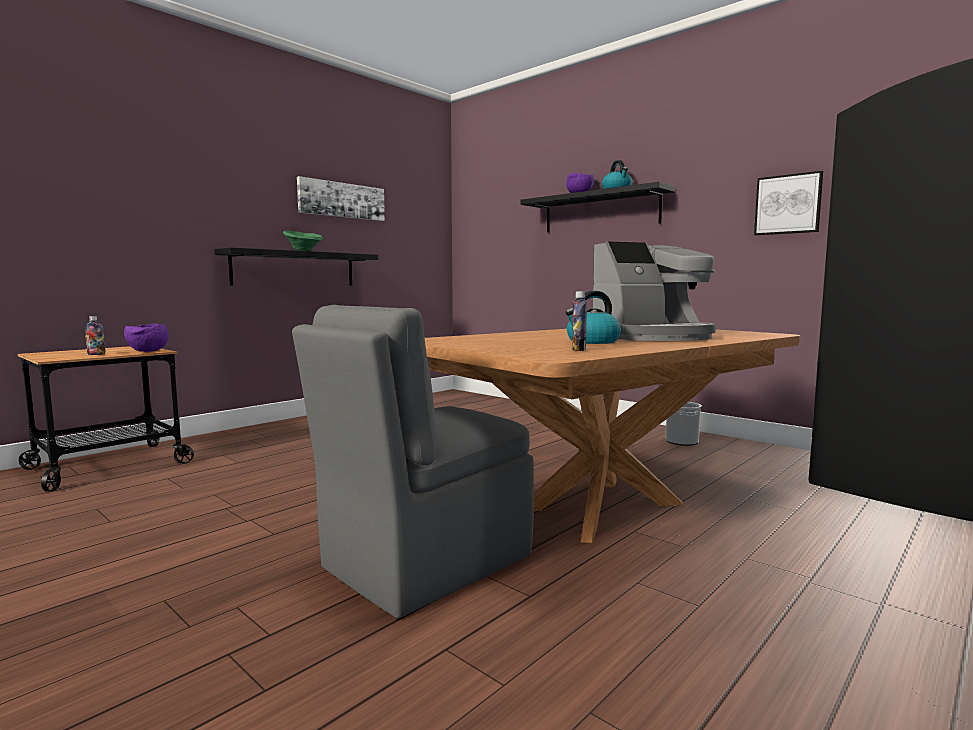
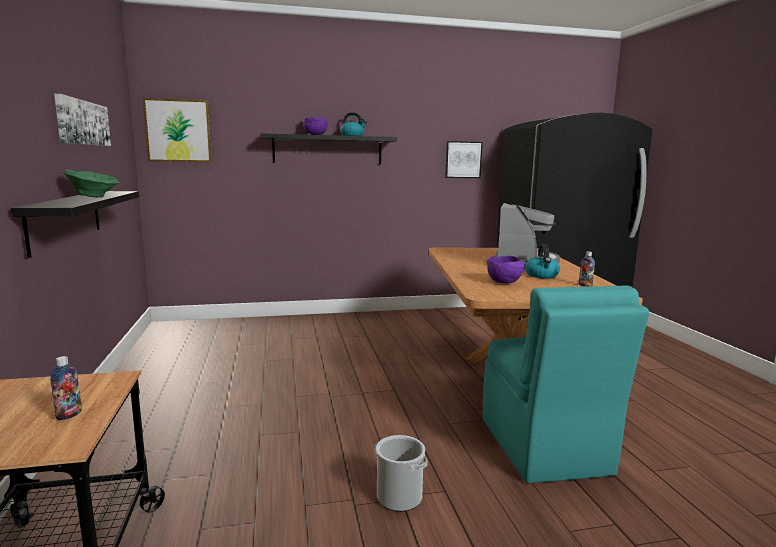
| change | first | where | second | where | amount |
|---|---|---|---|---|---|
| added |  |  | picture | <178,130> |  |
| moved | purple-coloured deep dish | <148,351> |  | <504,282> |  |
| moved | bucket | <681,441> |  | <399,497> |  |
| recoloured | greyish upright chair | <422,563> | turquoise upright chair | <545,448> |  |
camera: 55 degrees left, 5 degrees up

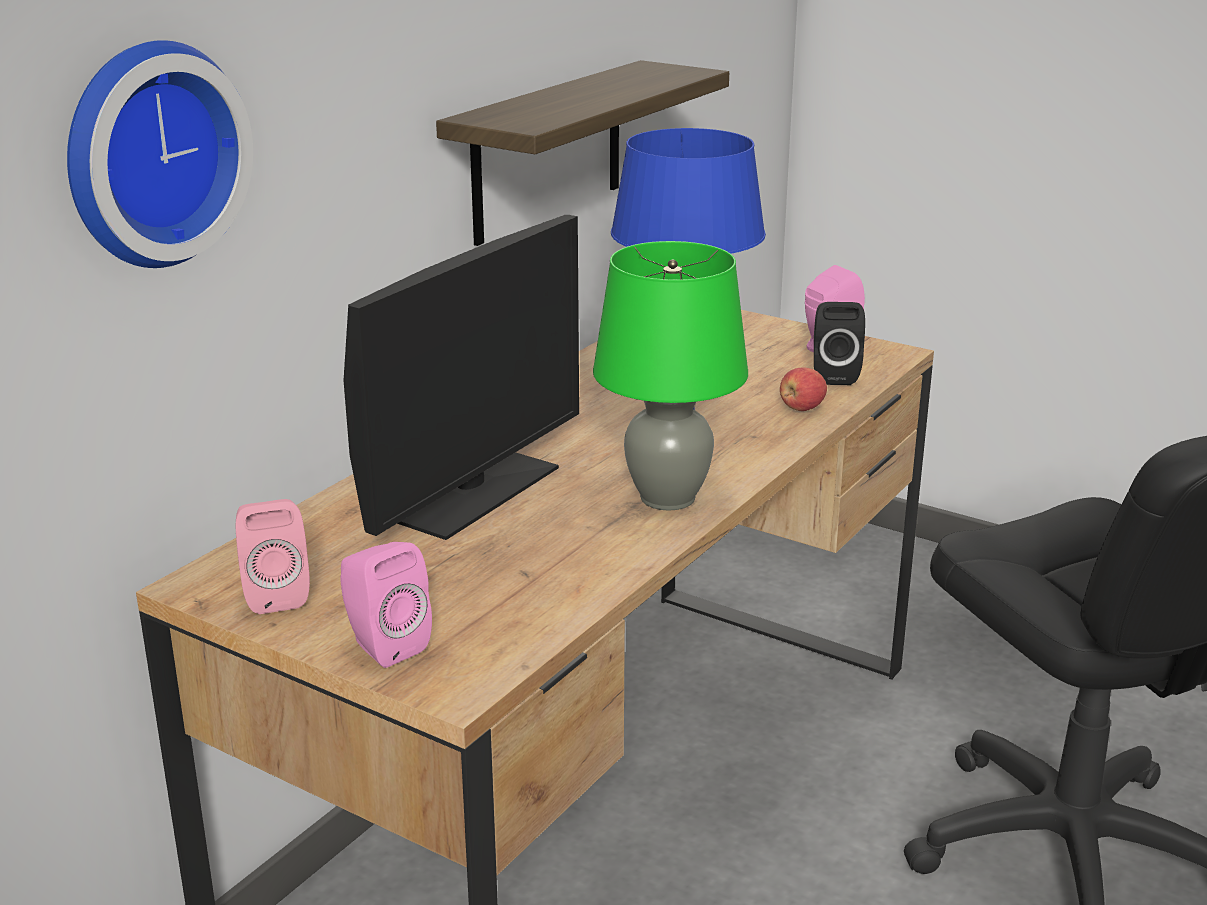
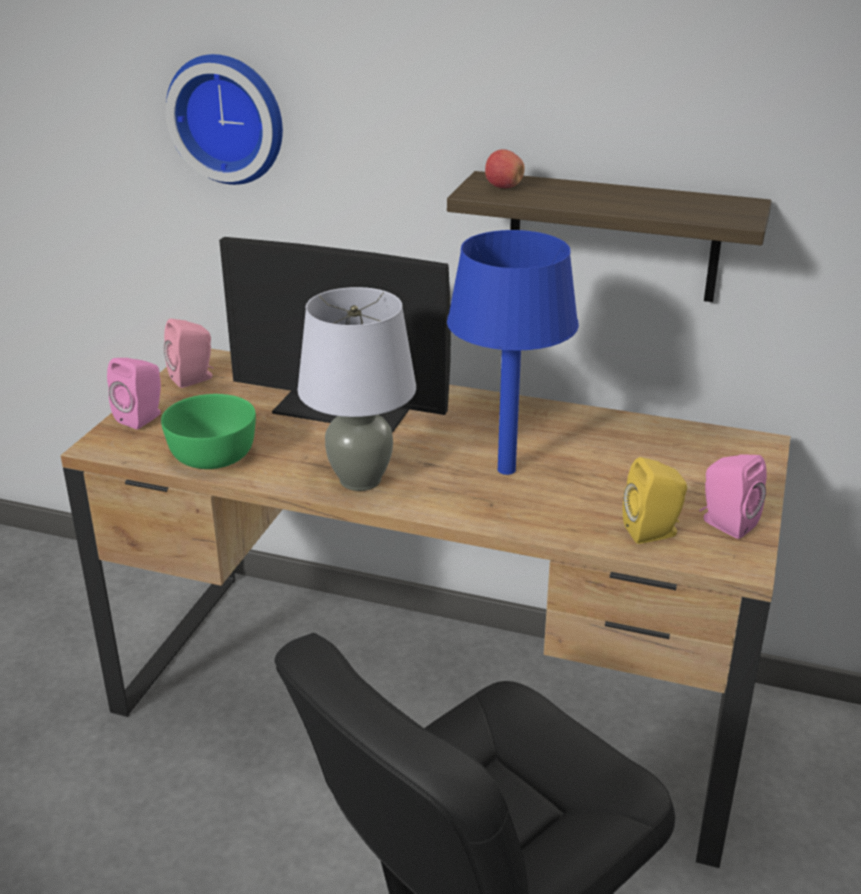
| change | first | where | second | where | amount |
|---|---|---|---|---|---|
| added |  |  | greenish deep dish | <214,455> |  |
| moved | apple fruit | <801,408> |  | <503,187> |  |
| recoloured | greenish table lamp | <668,498> | greyish table lamp | <361,480> |  |
| recoloured | black speaker | <833,375> | yellow-coloured speaker | <654,532> |  |
camera: 75 degrees right, 5 degrees up

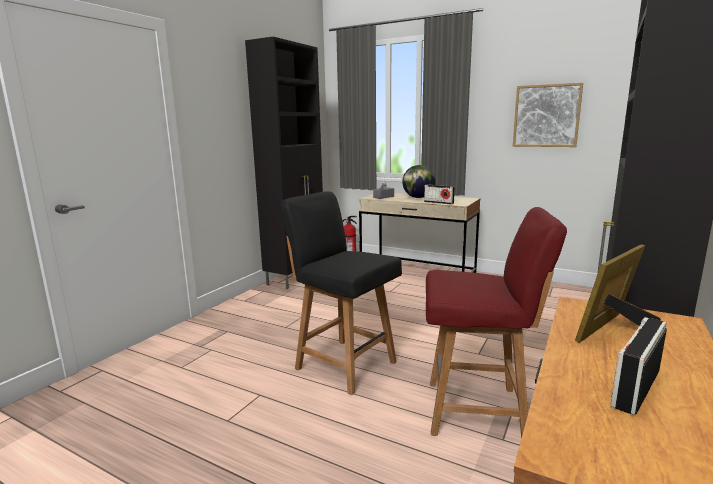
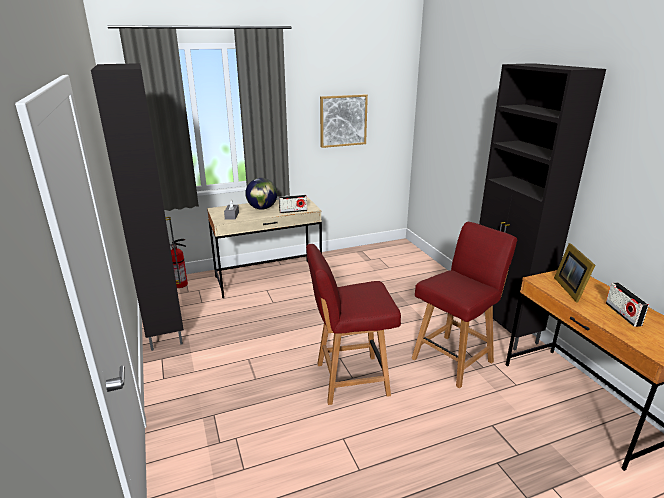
| change | first | where | second | where | amount |
|---|---|---|---|---|---|
| recoloured | black upright chair | <344,364> | reddish upright chair | <350,379> |  |
camera: 50 degrees left, 10 degrees up

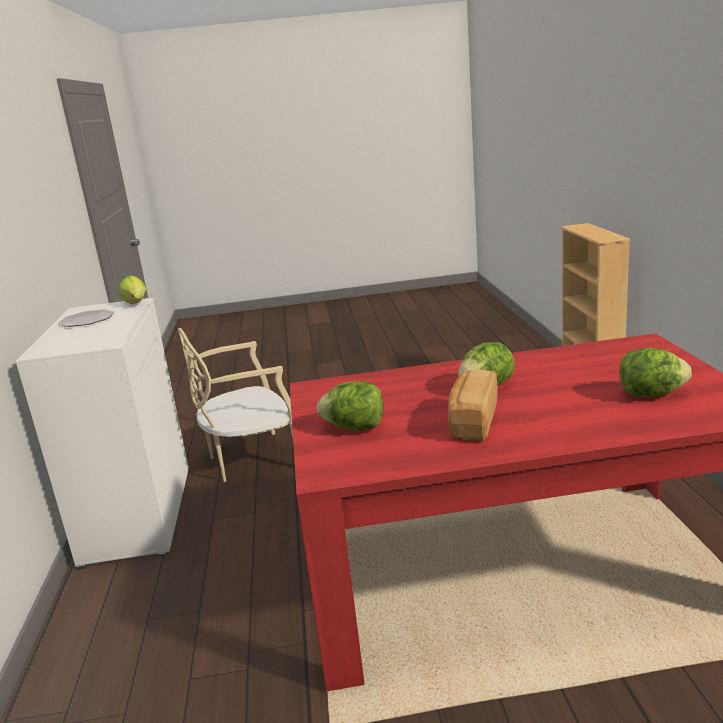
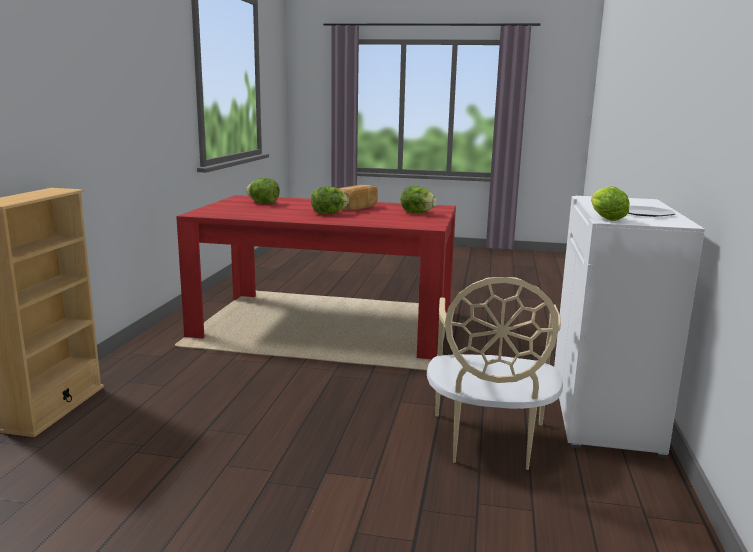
| change | first | where | second | where | amount |
|---|---|---|---|---|---|
| turned | sand-coloured upright chair | <251,459> |  | <488,441> | 105 degrees clockwise |
camera: 165 degrees left, 5 degrees down

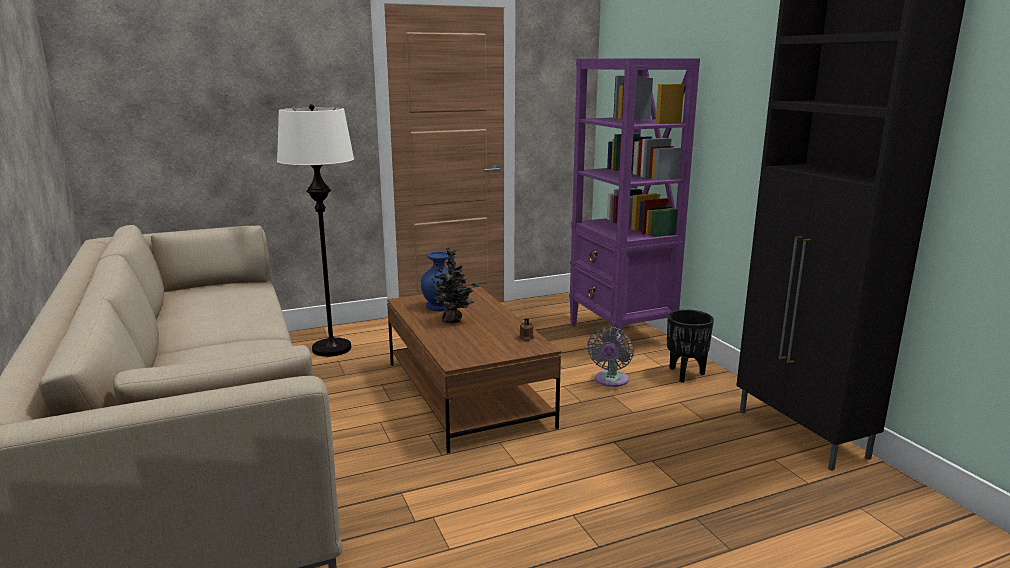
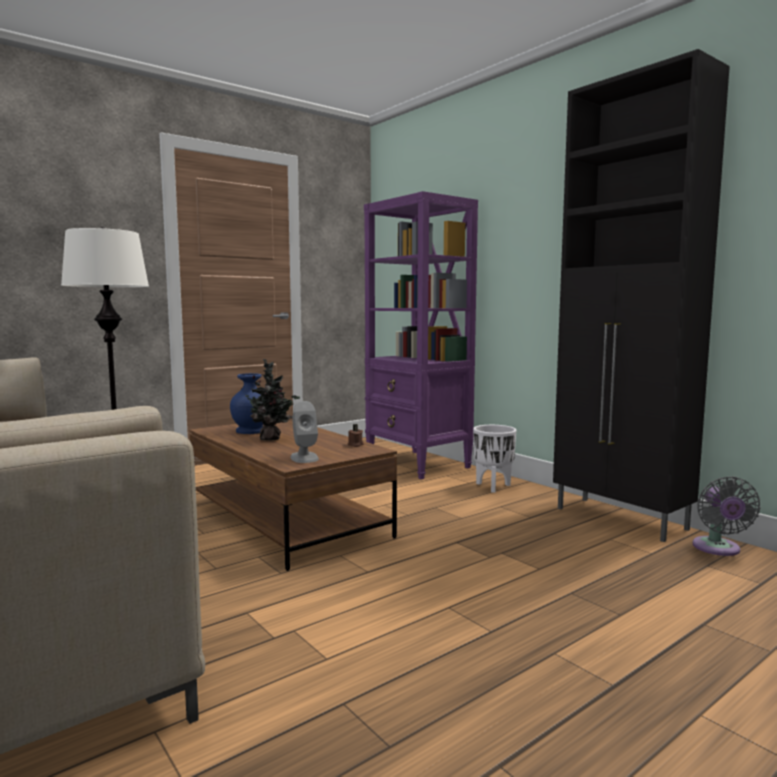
| change | first | where | second | where | amount |
|---|---|---|---|---|---|
| added |  |  | greyish speaker | <304,457> |  |
| moved | greyish cooling fan | <610,381> |  | <718,549> |  |
| recoloured | black plant pot | <685,374> | white-coloured plant pot | <493,487> |  |
camera: 15 degrees left, 10 degrees down

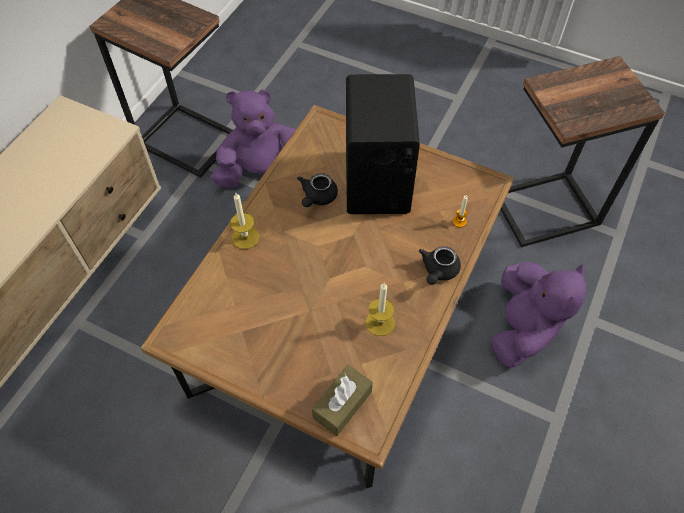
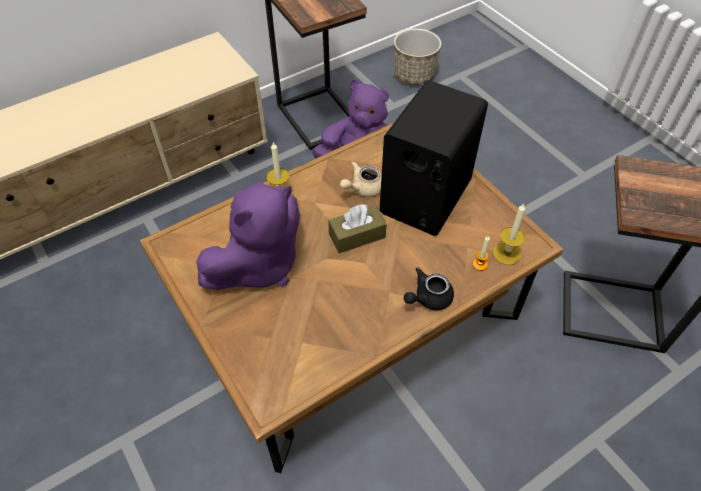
| change | first | where | second | where | amount |
|---|---|---|---|---|---|
| added |  |  | plant pot | <414,75> |  |
| moved | brown tissue box | <342,404> |  | <357,236> |  |
| moved | wax light | <380,322> |  | <506,253> |  |
| moved | purple-coloured cuddly toy | <522,328> |  | <259,264> |  |
| recoloured | black pot for tea | <317,198> | sand-coloured pot for tea | <363,188> |  |
camera: 30 degrees right, 5 degrees down

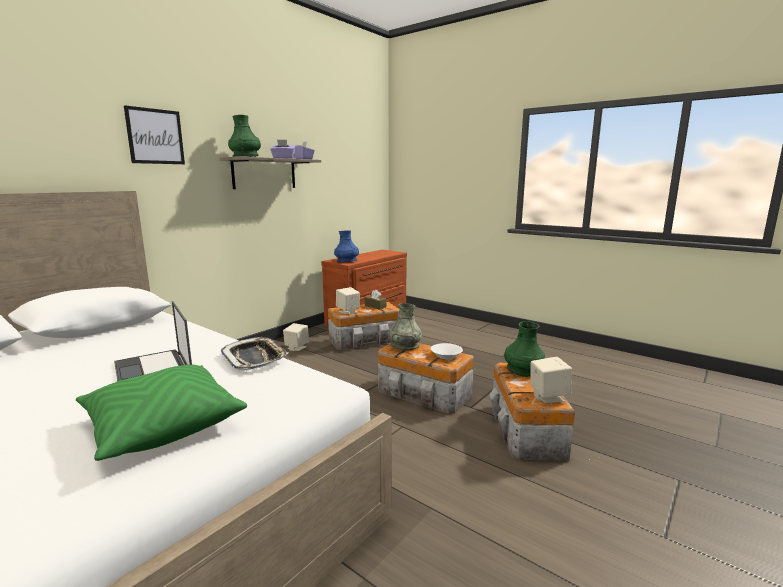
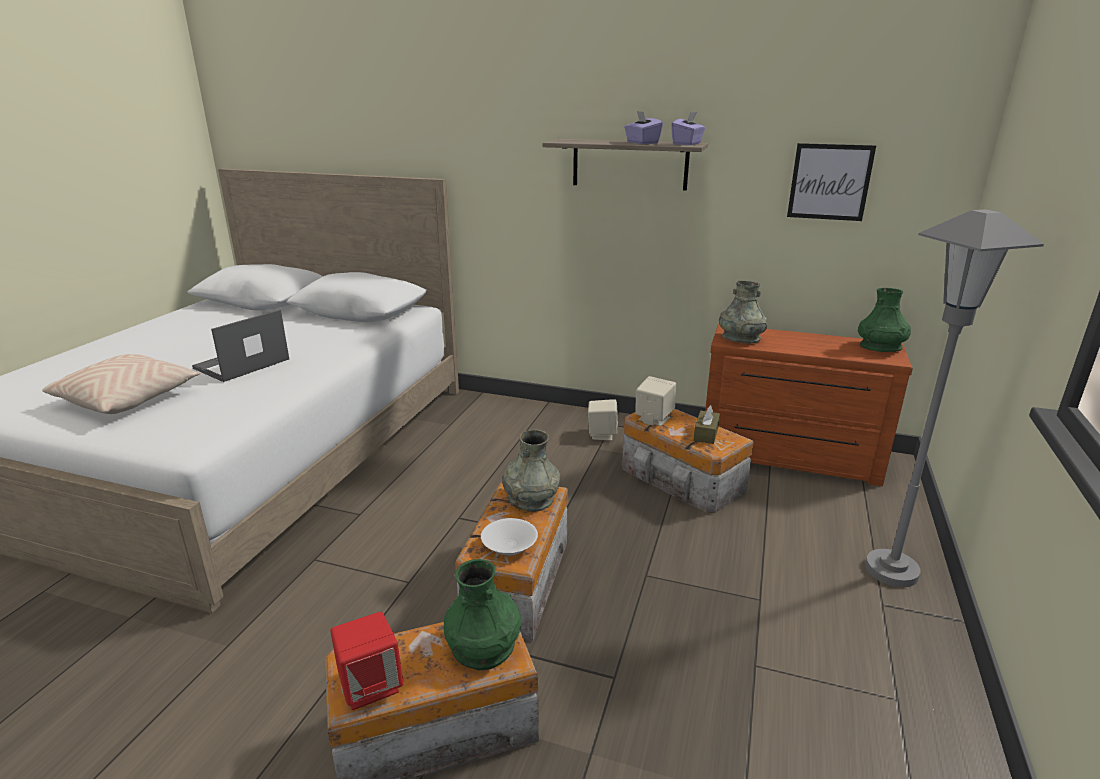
| change | first | where | second | where | amount |
|---|---|---|---|---|---|
| removed | tray | <255,358> |  |  |  |
| added |  |  | greyish standard lamp | <891,570> |  |
| moved | picture | <155,136> |  | <829,182> |  |
| moved | greenish flower vase | <245,157> |  | <880,347> |  |
| recoloured | greenish throw pillow | <162,425> | sand-coloured throw pillow | <129,399> |  |
| recoloured | blue-coloured flower vase | <347,261> | greyish flower vase | <740,338> |  |
| recoloured | sand-coloured speaker | <548,396> | reddish speaker | <371,685> |  |
camera: 70 degrees right, 10 degrees up

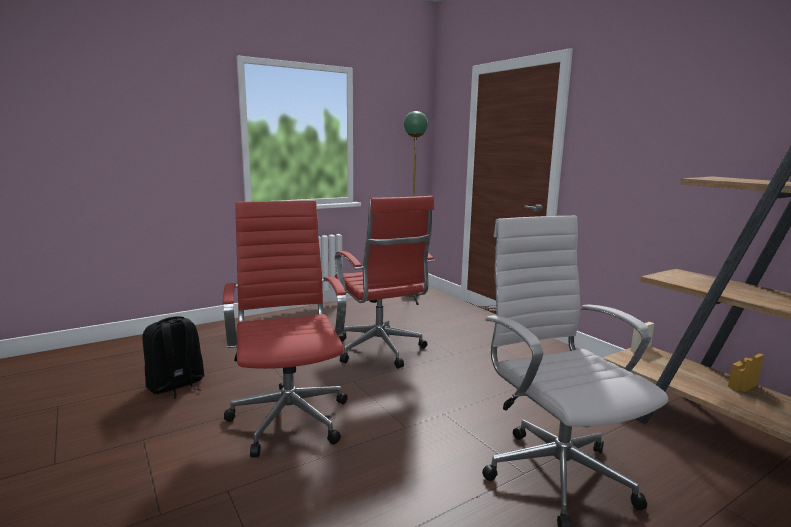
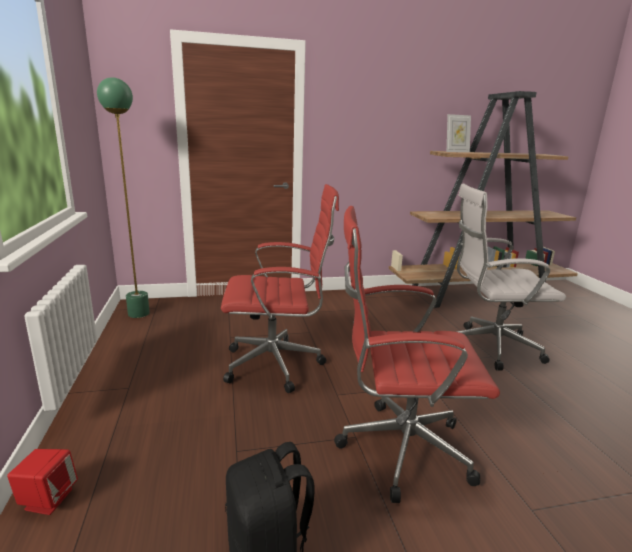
| change | first | where | second | where | amount |
|---|---|---|---|---|---|
| added |  |  | reddish speaker | <48,499> |  |
| added |  |  | standing frame | <456,151> |  |
camera: 70 degrees left, 5 degrees up

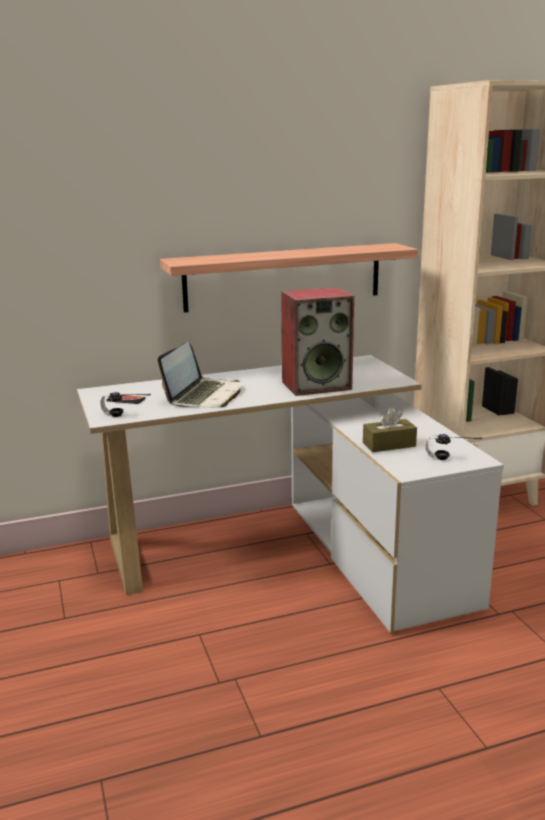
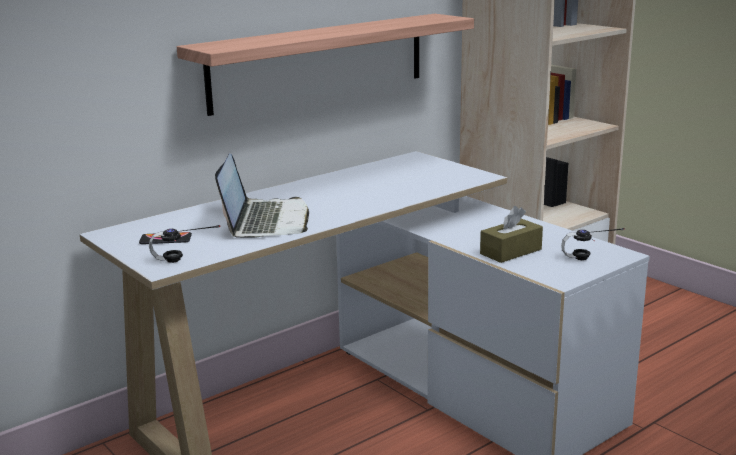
| change | first | where | second | where | amount |
|---|---|---|---|---|---|
| removed | speaker | <317,385> |  |  |  |
camera: 20 degrees left, 0 degrees up

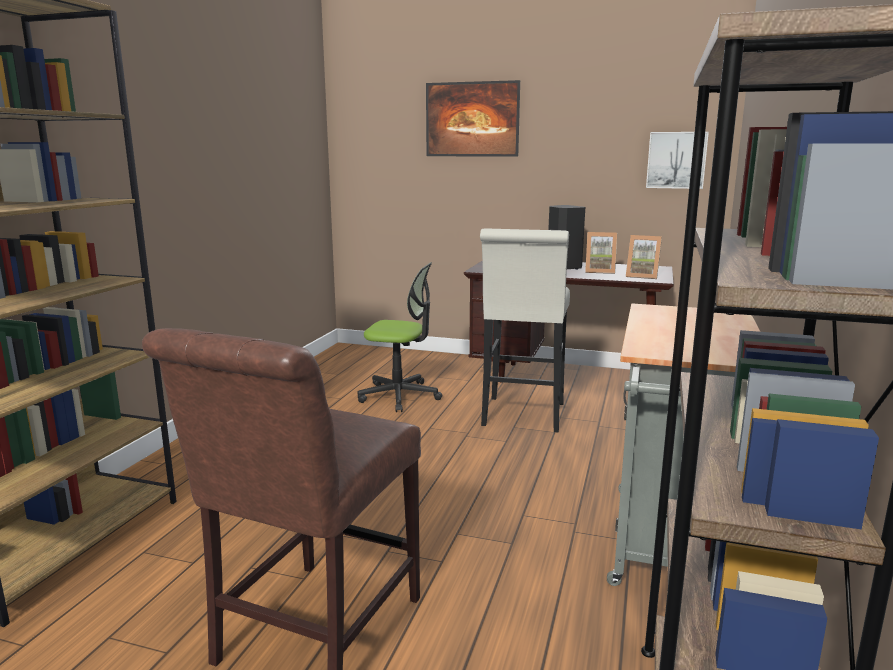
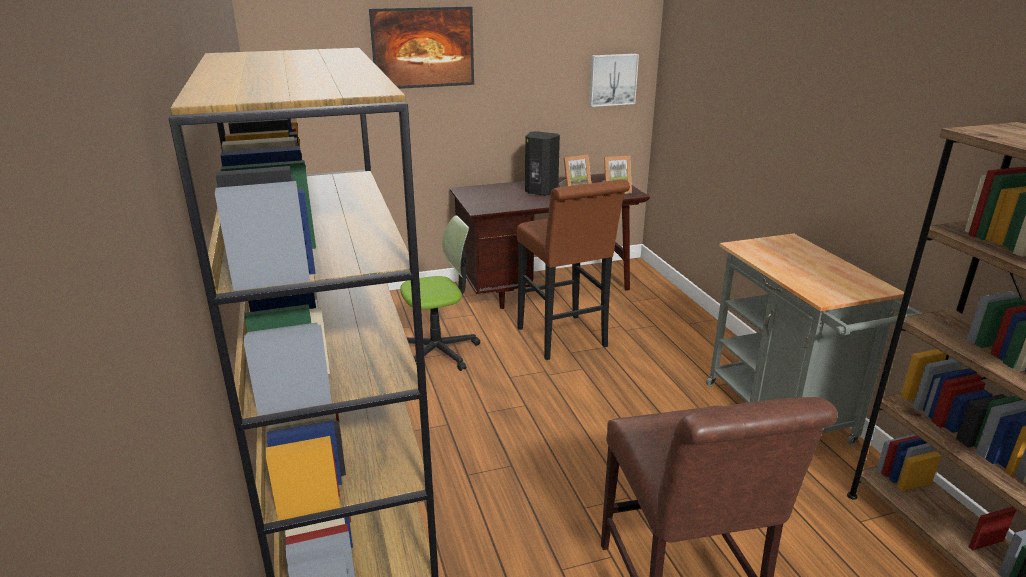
| change | first | where | second | where | amount |
|---|---|---|---|---|---|
| recoloured | white-coloured stool | <522,417> | brown stool | <565,340> |  |
camera: 35 degrees left, 10 degrees up

